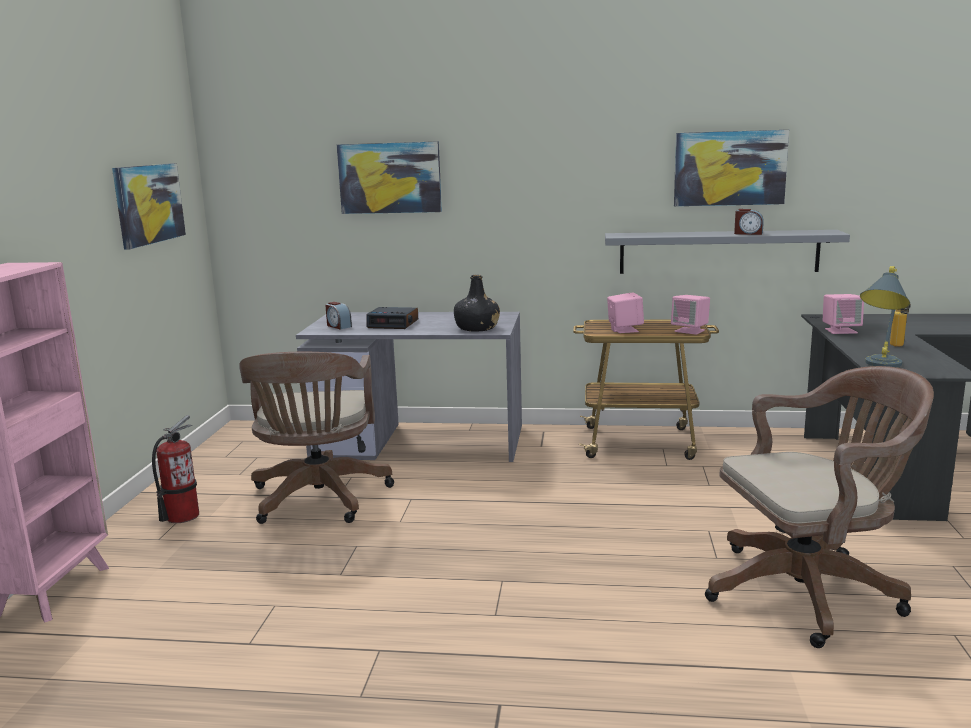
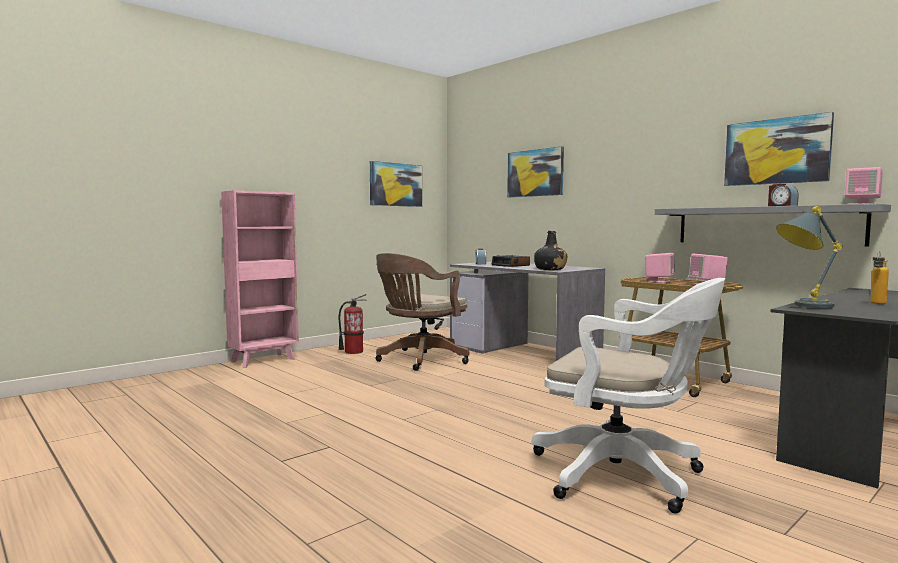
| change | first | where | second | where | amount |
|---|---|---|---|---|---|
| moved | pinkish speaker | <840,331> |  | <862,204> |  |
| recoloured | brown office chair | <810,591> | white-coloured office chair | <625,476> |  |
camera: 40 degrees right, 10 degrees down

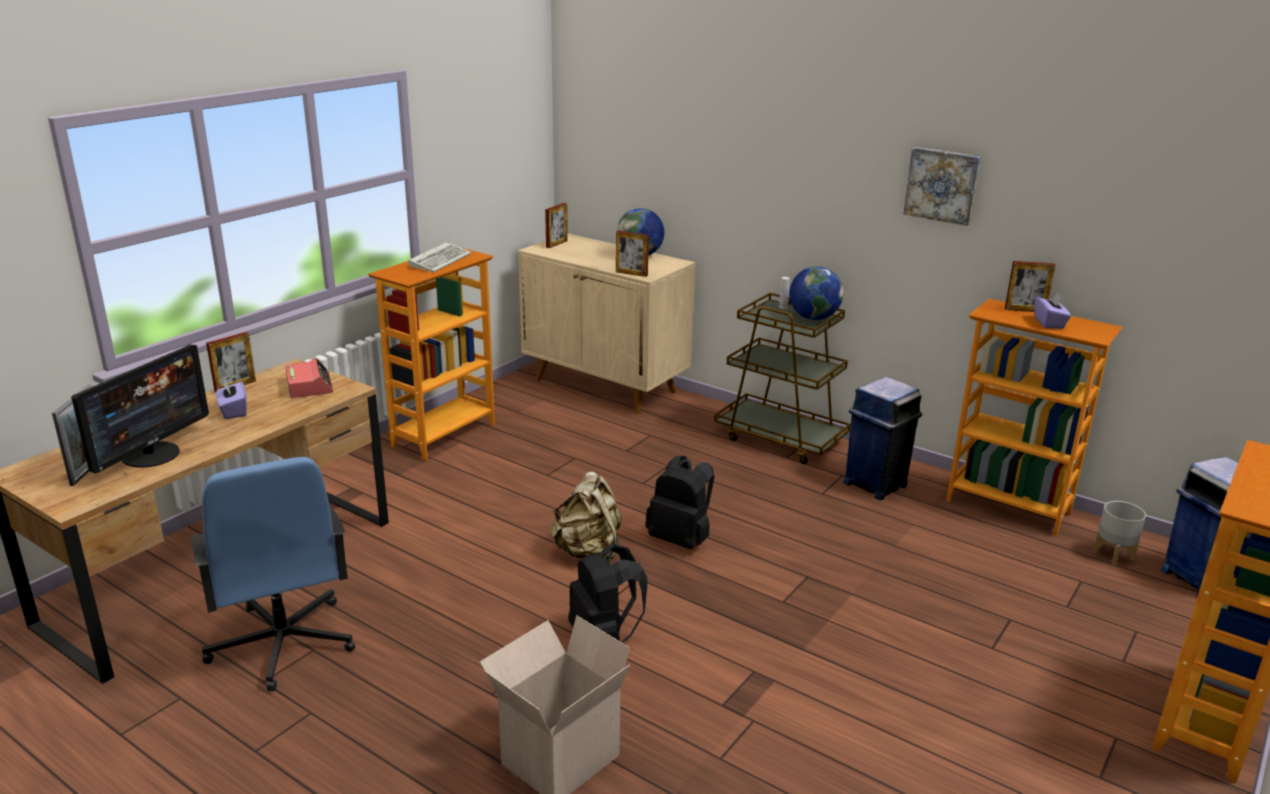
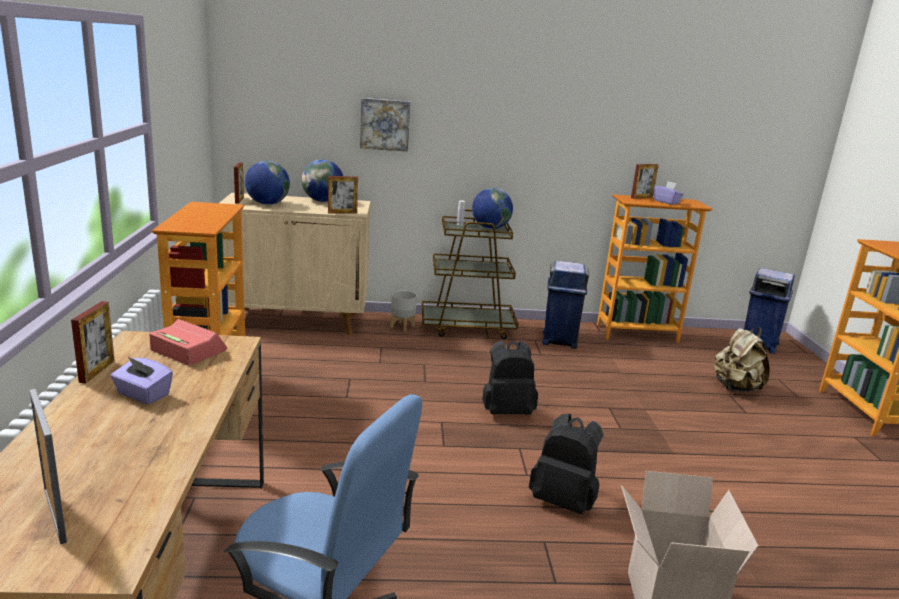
| change | first | where | second | where | amount |
|---|---|---|---|---|---|
| removed | monitor | <151,454> |  |  |  |
| removed | keyboard | <440,260> |  |  |  |
| added |  |  | globe | <267,204> |  |
| moved | sand-coloured knapsack | <588,552> |  | <735,388> |  |
| moved | picture | <942,185> |  | <385,124> |  |
| moved | greyish plant pot | <1114,555> |  | <402,326> |  |
camera: 40 degrees left, 5 degrees down

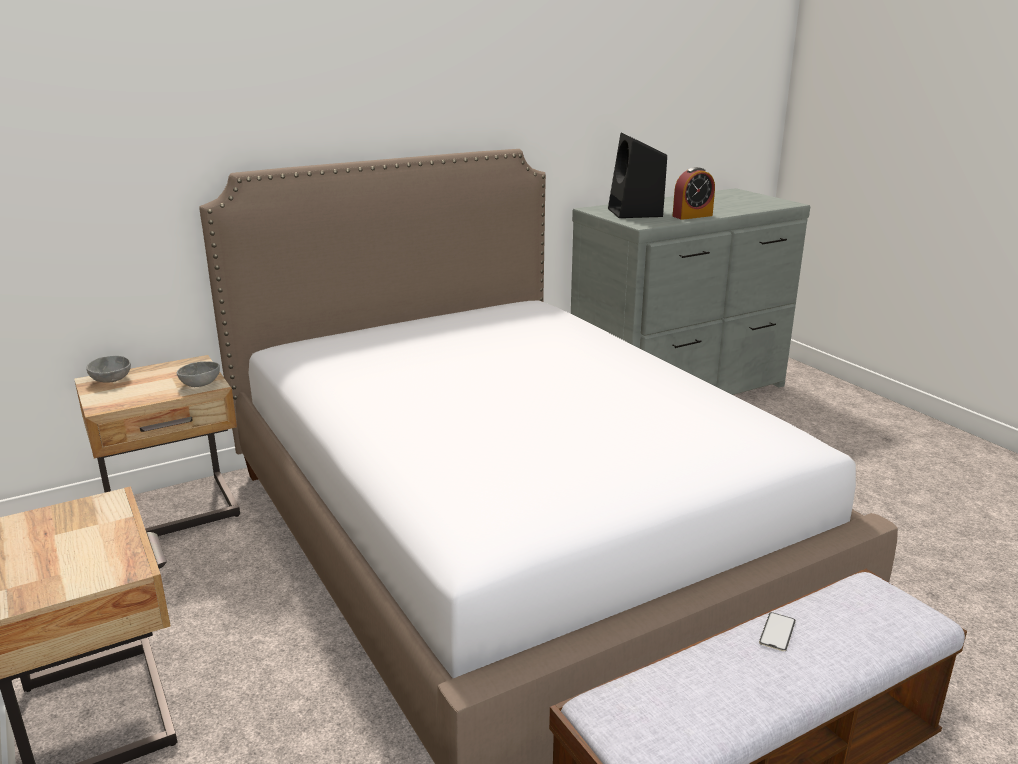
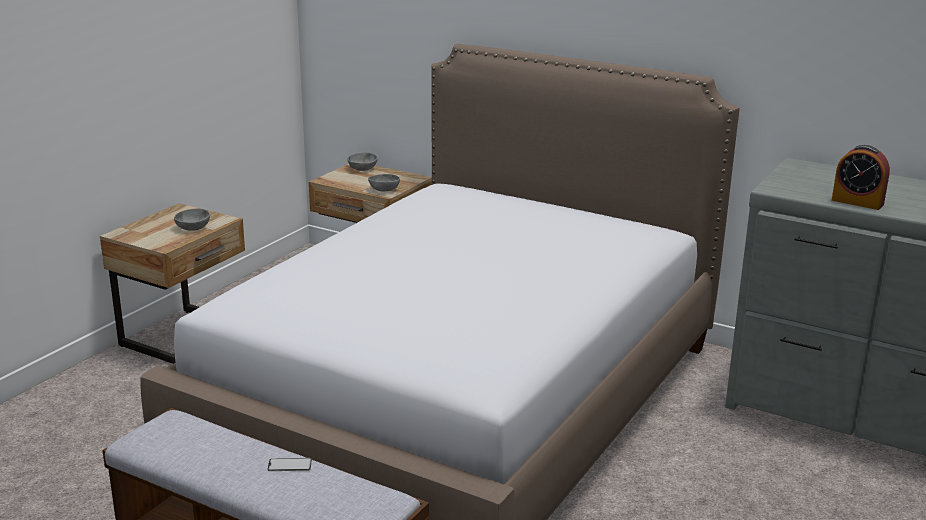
| change | first | where | second | where | amount |
|---|---|---|---|---|---|
| removed | black speaker | <635,213> |  |  |  |
| added |  |  | greyish deep dish | <193,228> |  |
camera: 60 degrees right, 0 degrees up

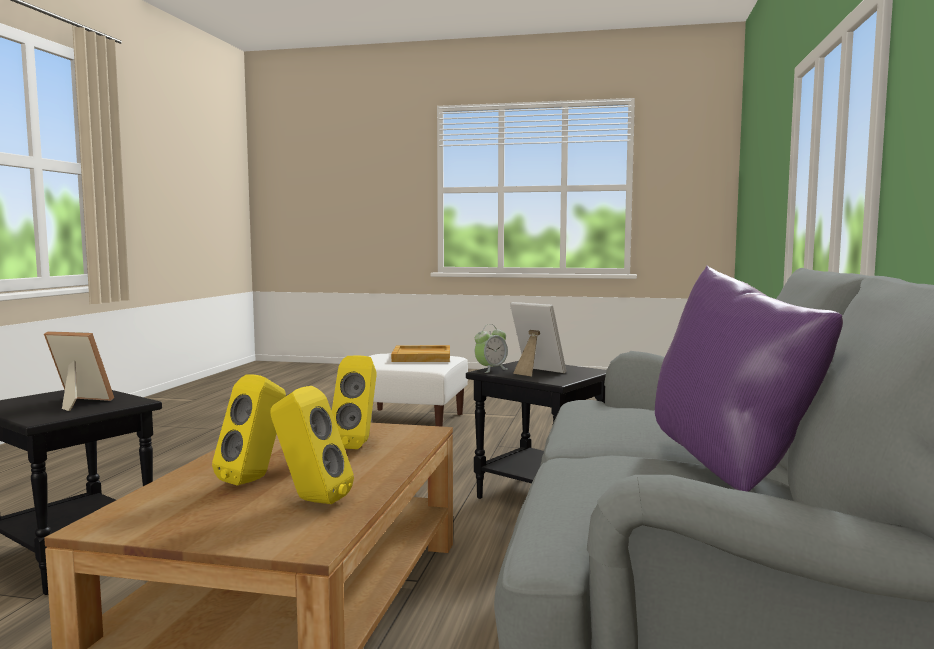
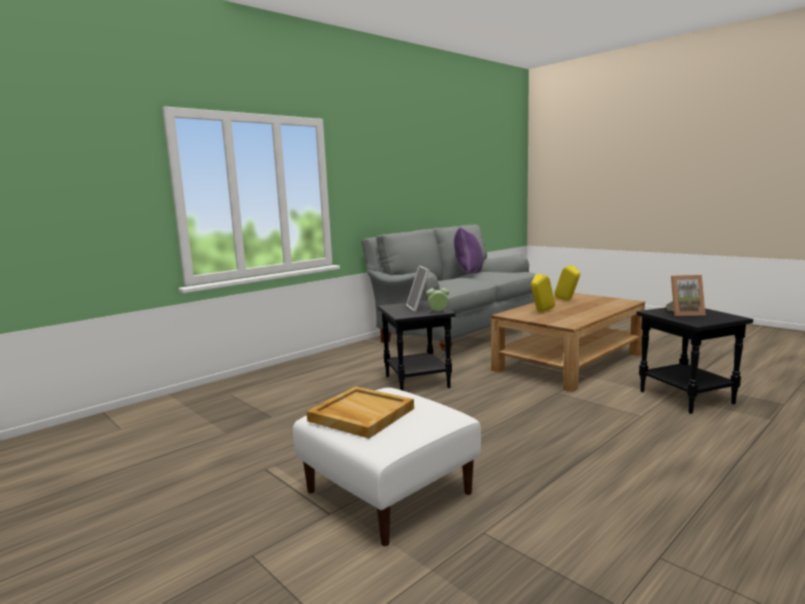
| change | first | where | second | where | amount |
|---|---|---|---|---|---|
| removed | yellow-coloured speaker | <255,479> |  |  |  |
| turned | standing frame | <76,403> |  | <684,313> | 45 degrees counterclockwise |
camera: 145 degrees left, 5 degrees up

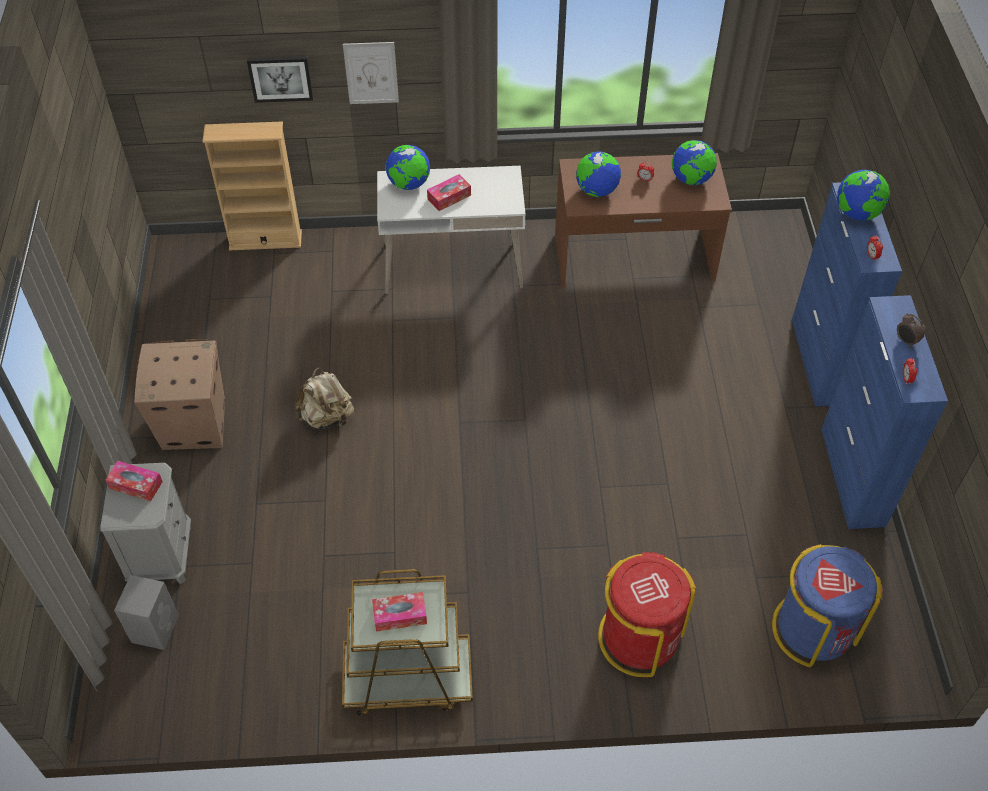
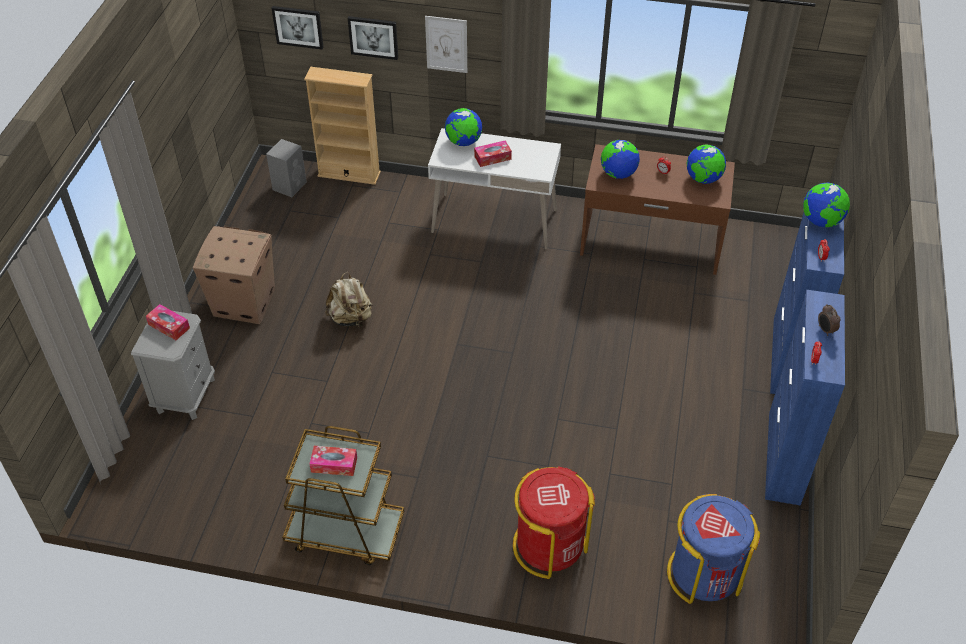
| change | first | where | second | where | amount |
|---|---|---|---|---|---|
| added |  |  | picture | <298,26> |  |
| moved | greyish speaker | <155,627> |  | <290,185> |  |
camera: 15 degrees right, 5 degrees down

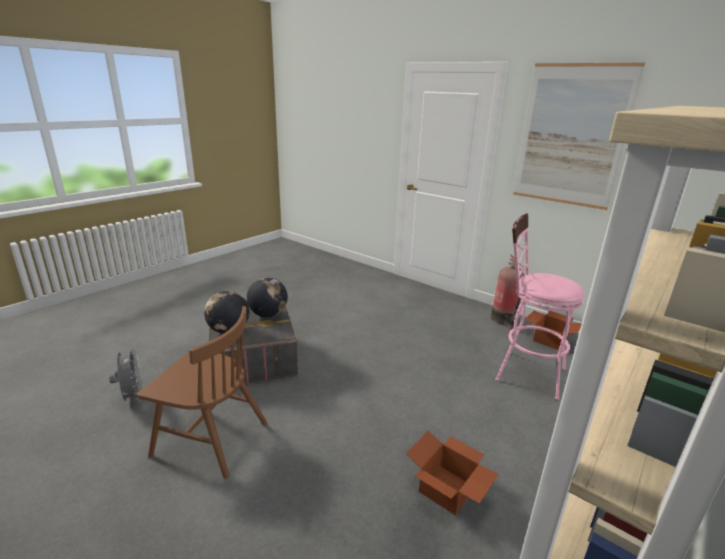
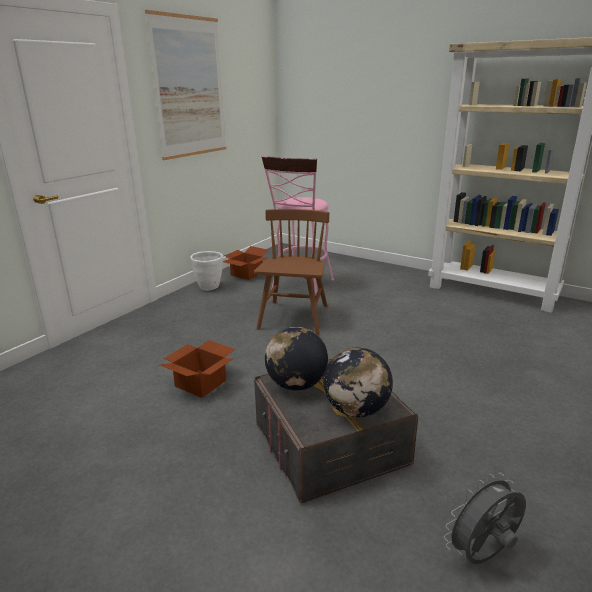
| change | first | where | second | where | amount |
|---|---|---|---|---|---|
| moved | brown upright chair | <210,438> |  | <294,317> |  |
| moved | cardboard box | <447,491> |  | <202,383> |  |
| replaced | extinguisher | <504,320> | white-coloured plant pot | <209,287> |  |
camera: 95 degrees left, 0 degrees up

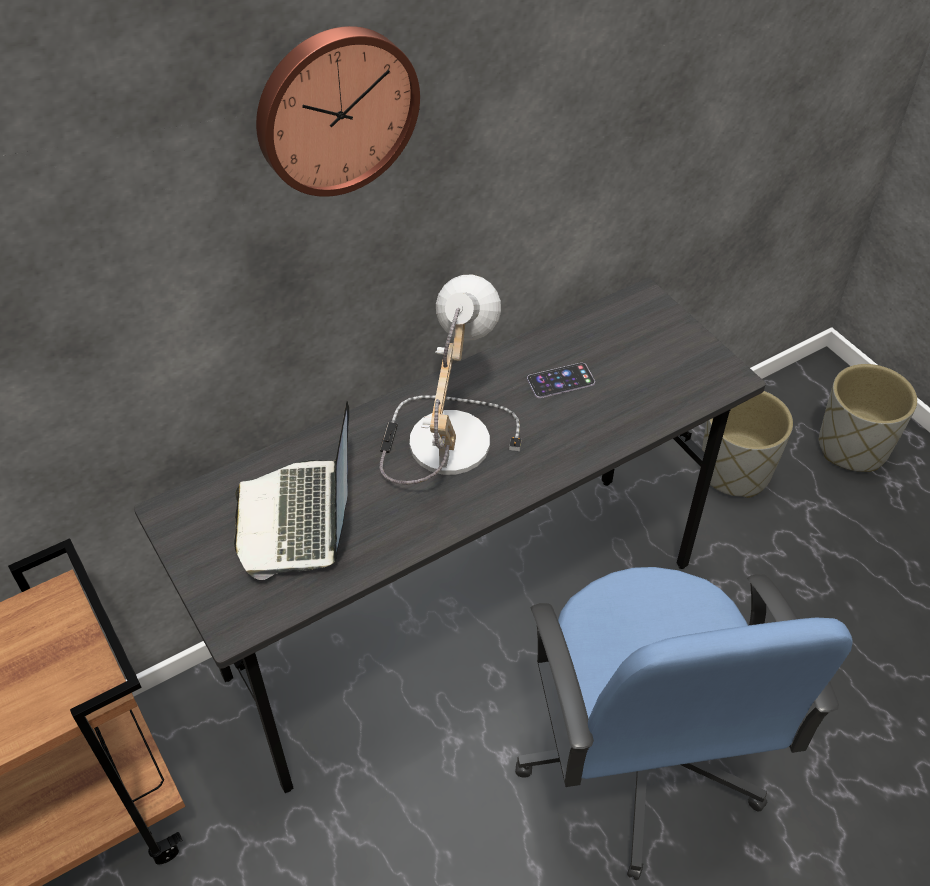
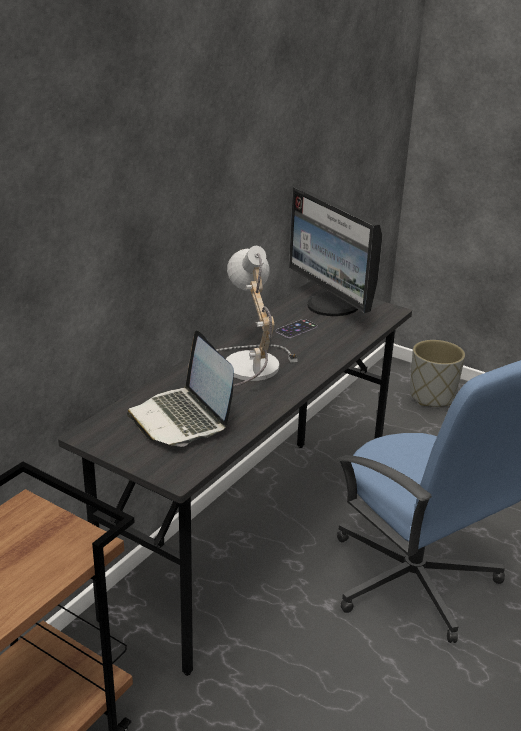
| change | first | where | second | where | amount |
|---|---|---|---|---|---|
| removed | wall clock | <335,109> |  |  |  |
| removed | greyish plant pot | <735,471> |  |  |  |
| added |  |  | monitor | <332,306> |  |
camera: 25 degrees left, 20 degrees down

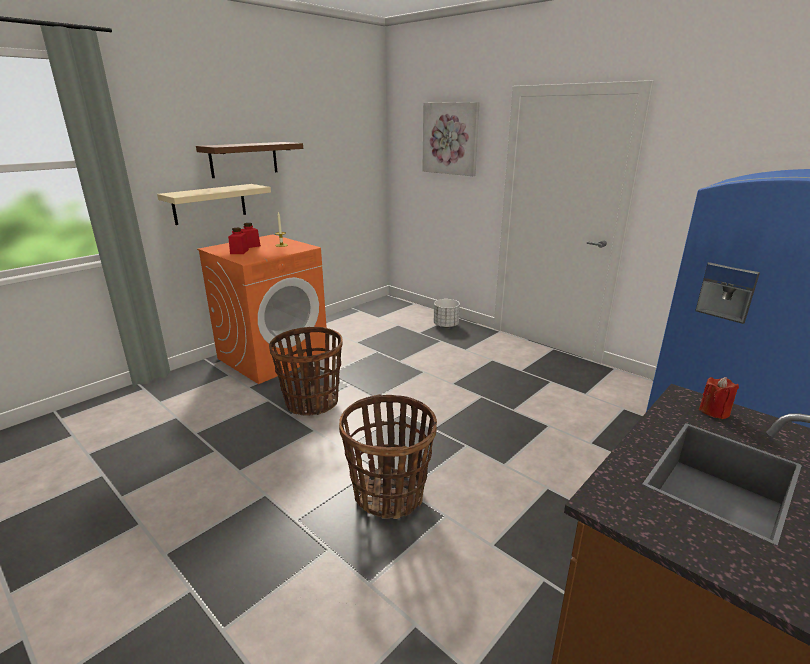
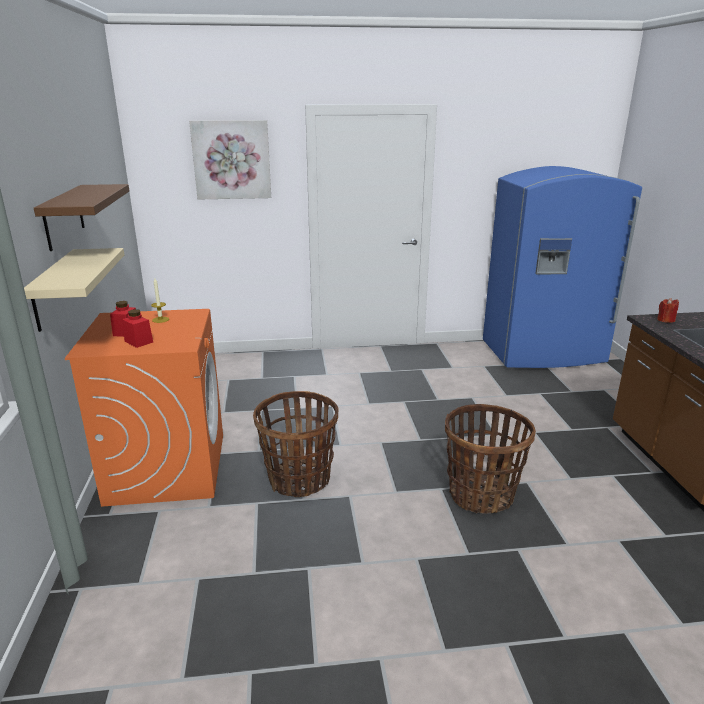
| change | first | where | second | where | amount |
|---|---|---|---|---|---|
| removed | white-coloured plant pot | <446,325> |  |  |  |
camera: 50 degrees left, 0 degrees up

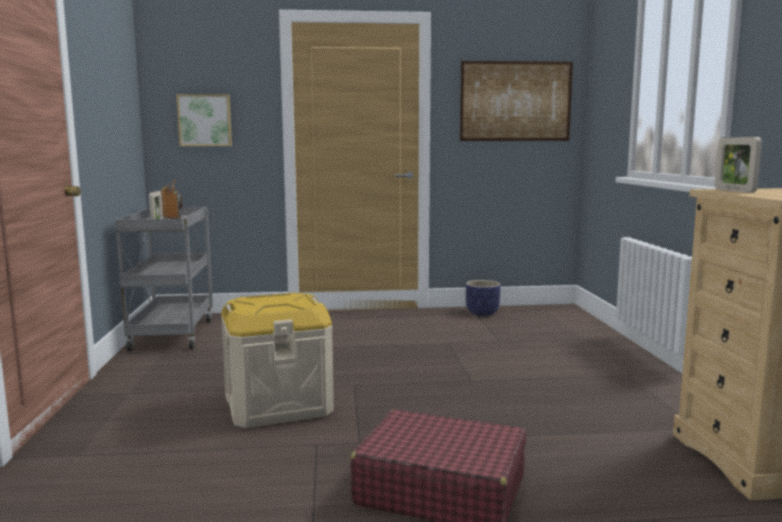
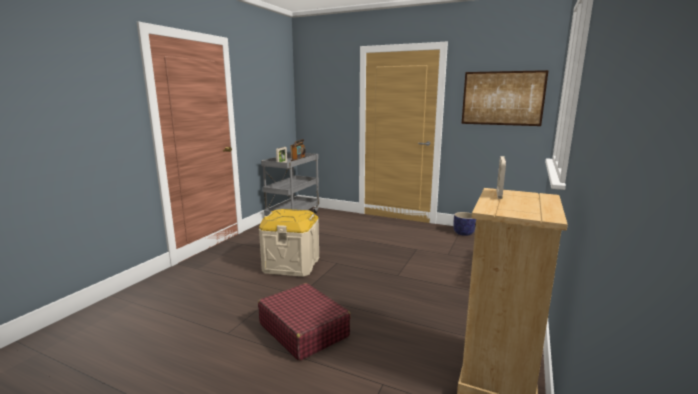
| change | first | where | second | where | amount |
|---|---|---|---|---|---|
| removed | picture | <205,120> |  |  |  |
camera: 30 degrees right, 5 degrees up

